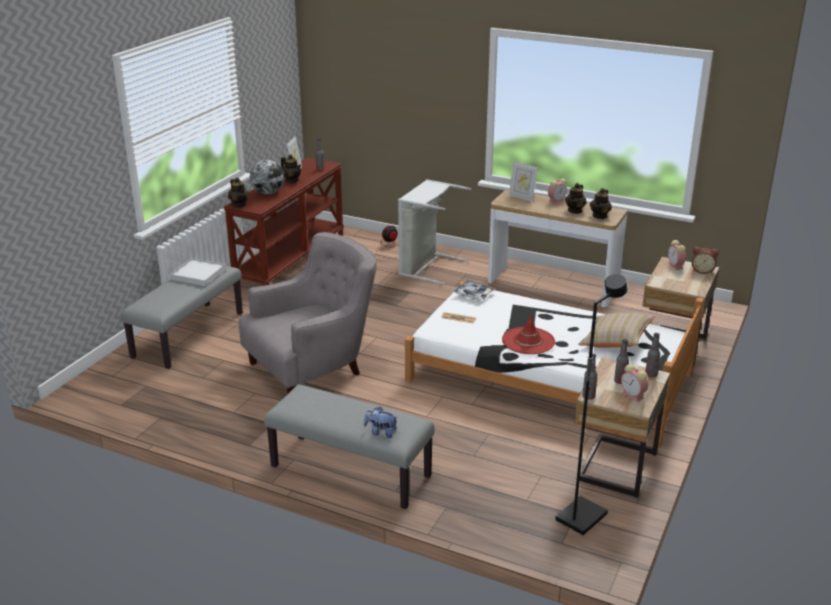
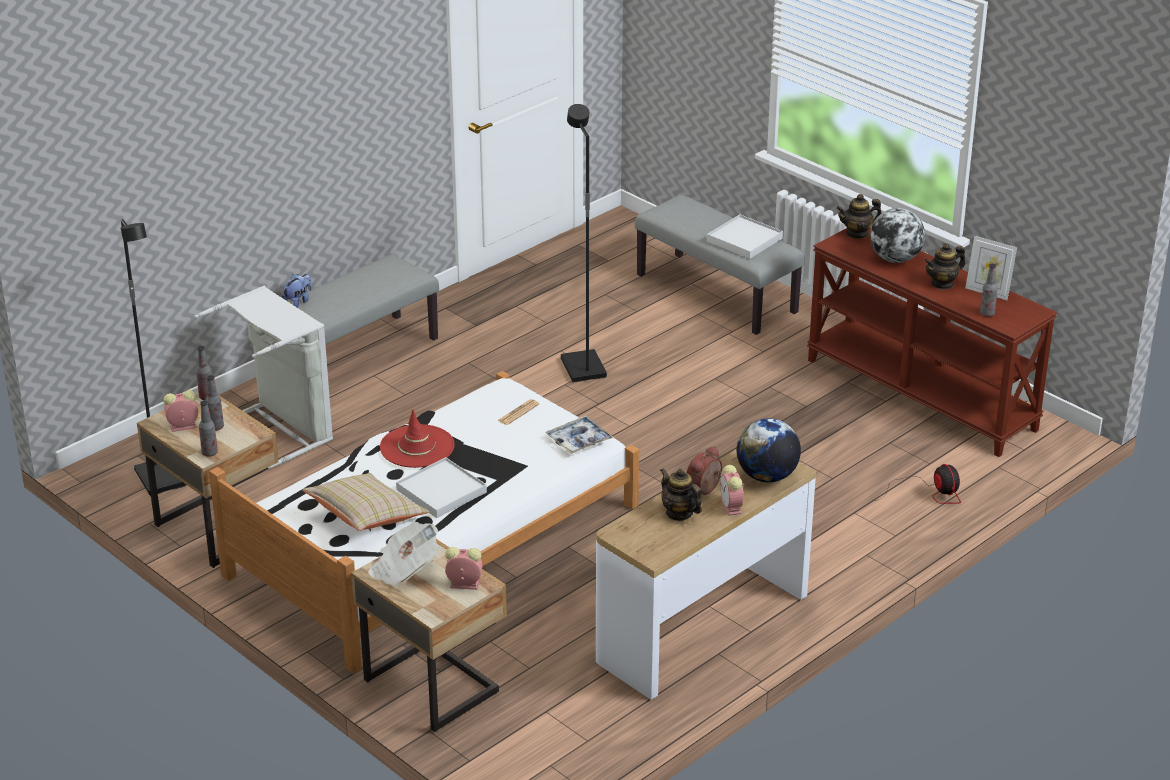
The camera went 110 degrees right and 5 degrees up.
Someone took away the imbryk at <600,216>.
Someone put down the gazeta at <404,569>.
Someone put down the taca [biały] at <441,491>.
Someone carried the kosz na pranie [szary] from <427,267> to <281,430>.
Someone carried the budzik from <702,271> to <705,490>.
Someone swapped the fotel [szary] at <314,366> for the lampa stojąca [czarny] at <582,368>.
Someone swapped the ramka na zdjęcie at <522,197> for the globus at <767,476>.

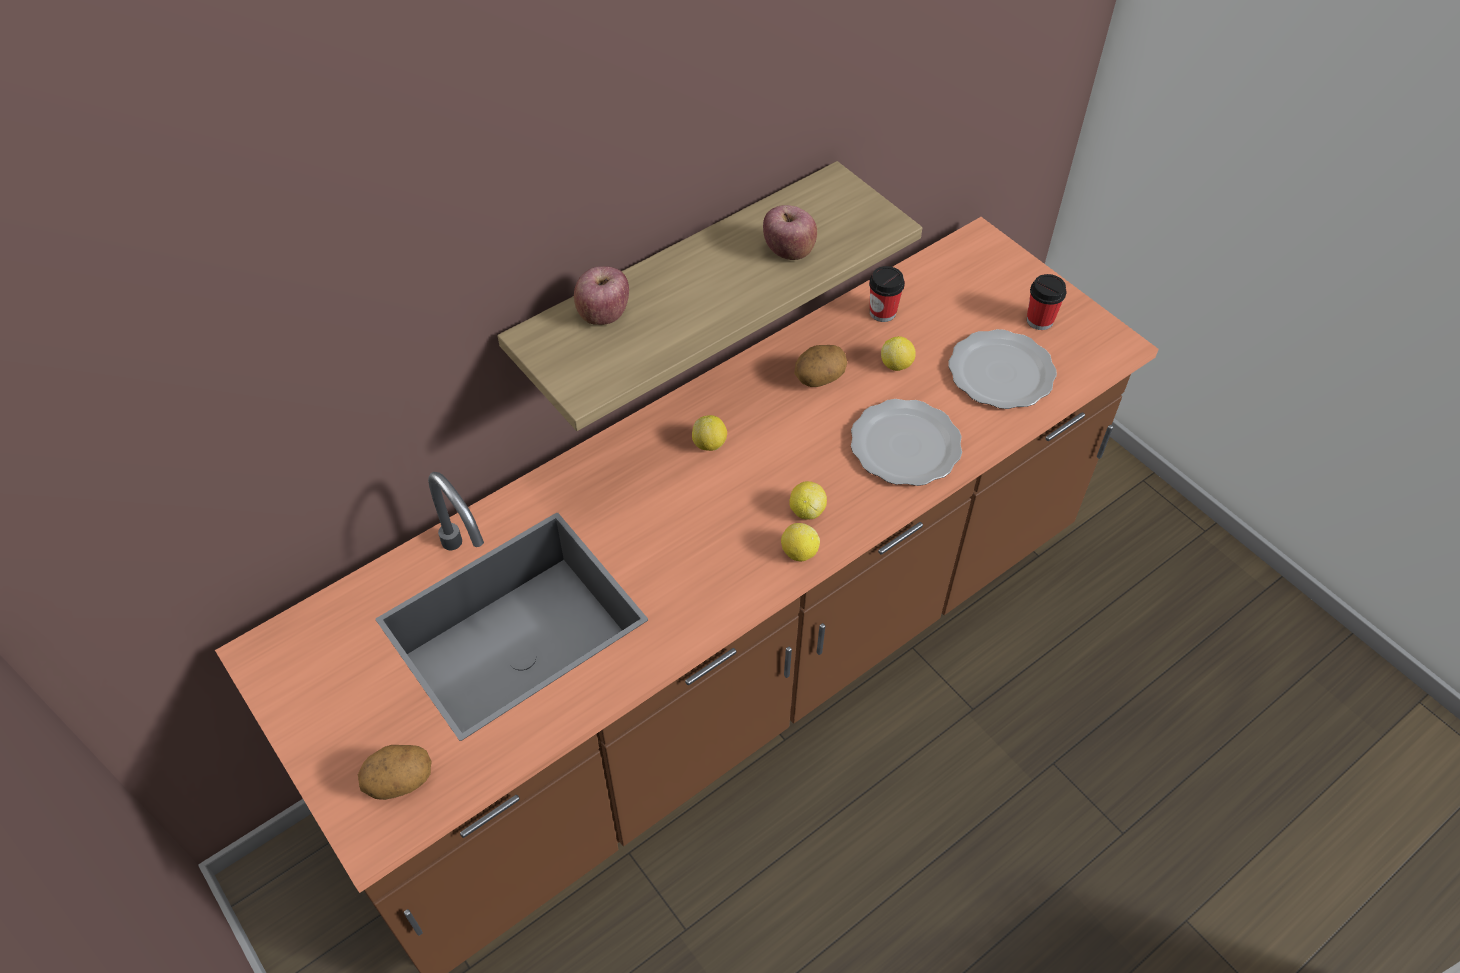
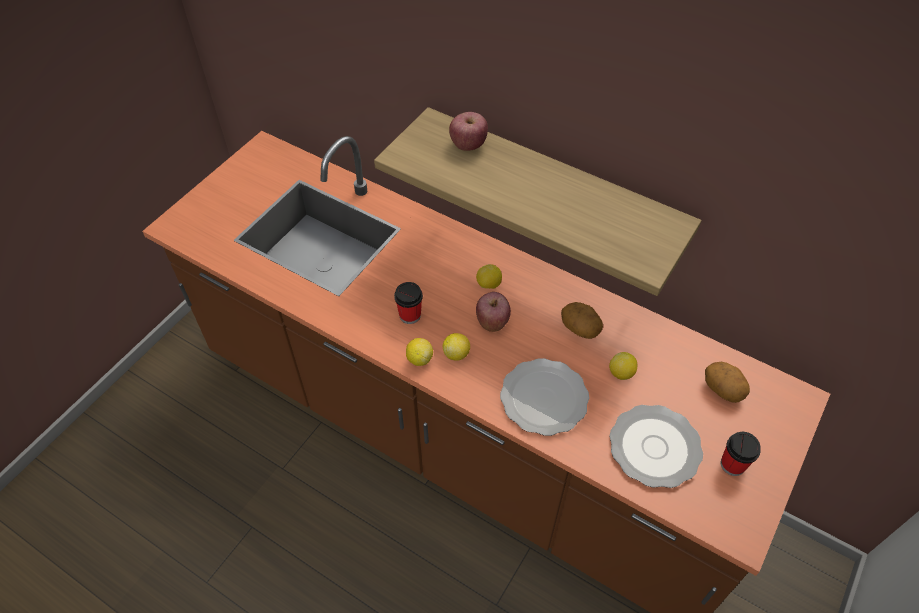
The camera went 70 degrees right and 0 degrees up.
Someone carried the ziemniak from <400,781> to <722,390>.
Someone carried the jabłko from <788,251> to <492,322>.
Someone carried the filiżanka from <882,312> to <410,315>.

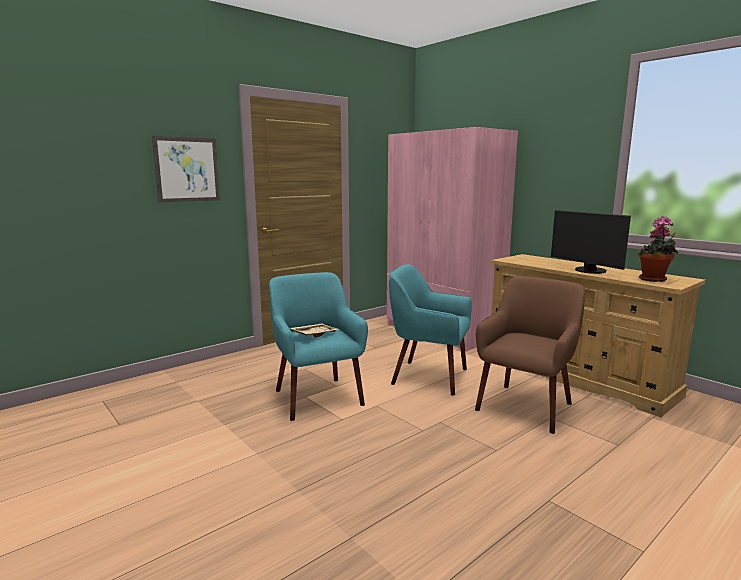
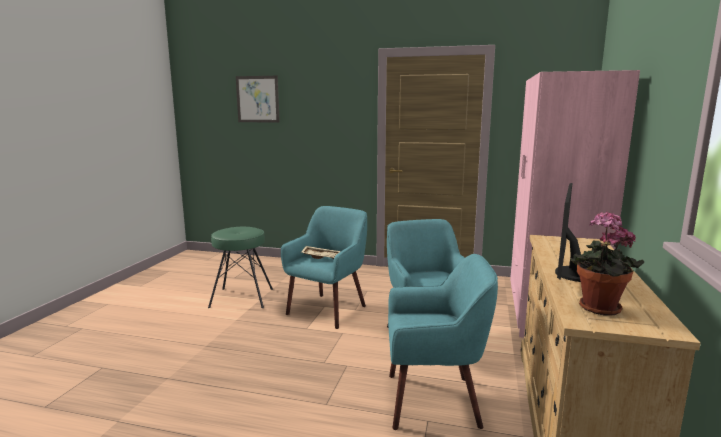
The camera went 55 degrees right and 0 degrees up.
Someone put down the stołek [zielony] at <242,298>.
Someone carried the obraz from <187,169> to <257,99>.
Someone repainted the fotel [brązowy] at <526,406>, which became the fotel [turkusowy] at <434,400>.

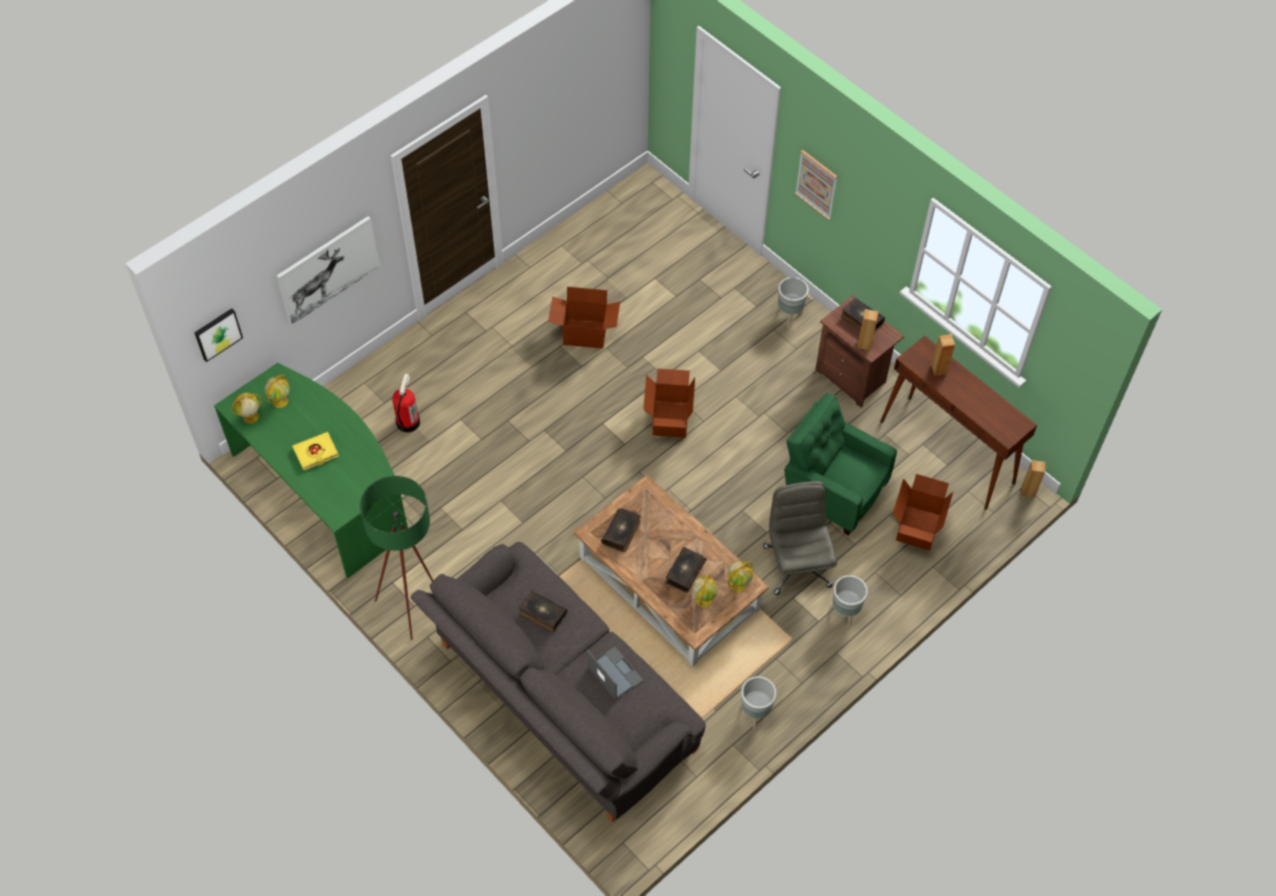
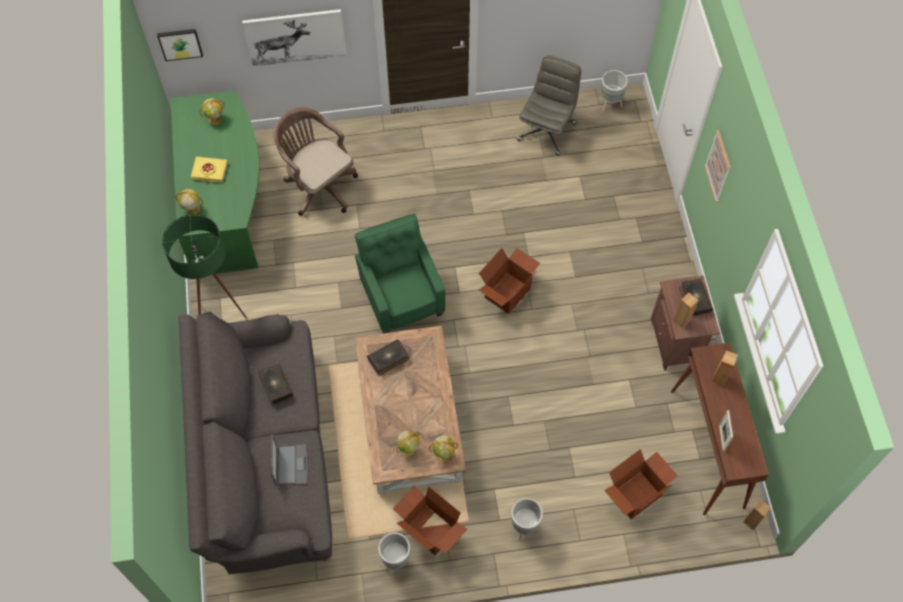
The camera went 35 degrees right and 5 degrees up.
Someone took away the książka at <684,572>.
Someone put down the ramka na zdjęcie at <721,438>.
Someone carried the globus from <250,417> to <192,209>.
Someone carried the karton from <585,334> to <430,531>.
Someone carried the krzesło biurowe [szary] from <796,565> to <546,130>.
Someone carried the donica [szary] from <789,316> to <610,104>.
Someone carried the fotel [zielony] from <832,491> to <401,296>.
Someone swapped the gaśnica at <407,422> for the krzesło biurowe [brązowy] at <318,186>.

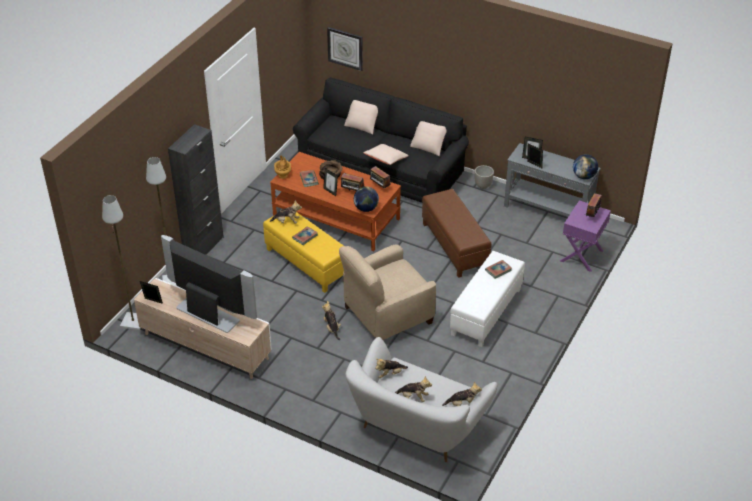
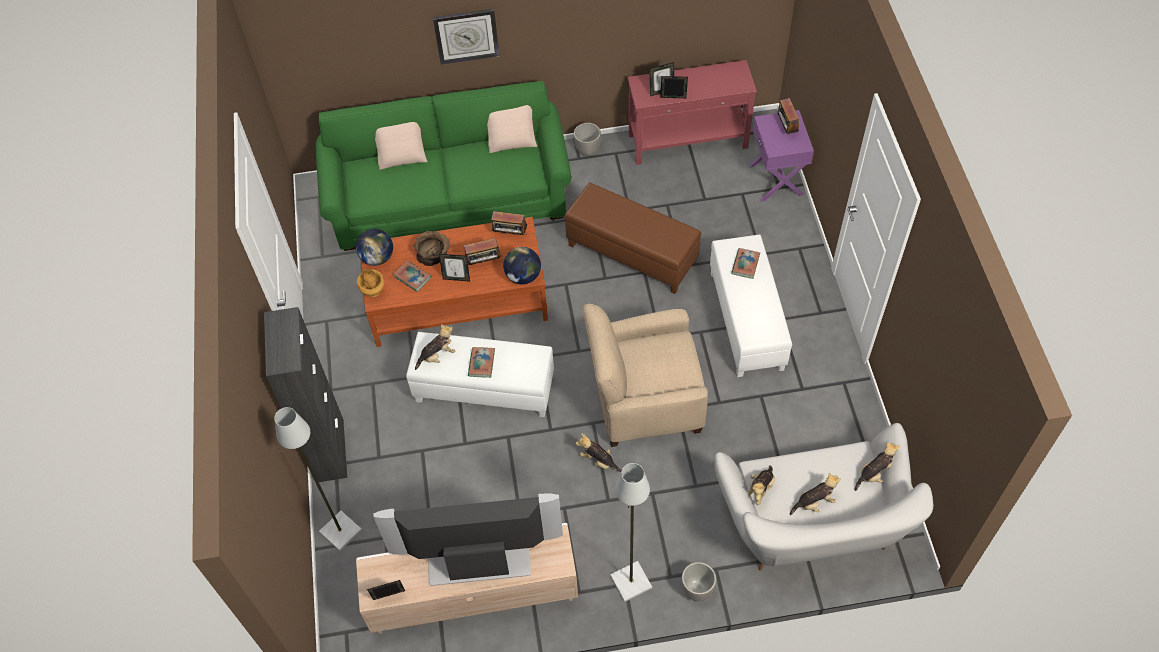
The camera went 35 degrees left and 15 degrees up.
Someone took away the poduszka [beżowy] at <386,159>.
Someone put down the donica at <697,590>.
Someone carried the lampa stojąca [szary] from <132,322> to <631,583>.
Someone carried the zegar ścienny from <345,48> to <466,35>.
Someone carried the globus from <584,176> to <377,258>.
Someone repainted the pufa [żółty] at <306,263>, which became the pufa [biały] at <484,389>.
Someone repainted the kanapa [czarny] at <381,169>, which became the kanapa [zielony] at <450,197>.
Someone repainted the stolik konsolowy [szary] at <548,211>, which became the stolik konsolowy [czerwony] at <688,141>.
Someone rotated the fotel [beżowy] at <387,315> by 60 degrees clockwise.

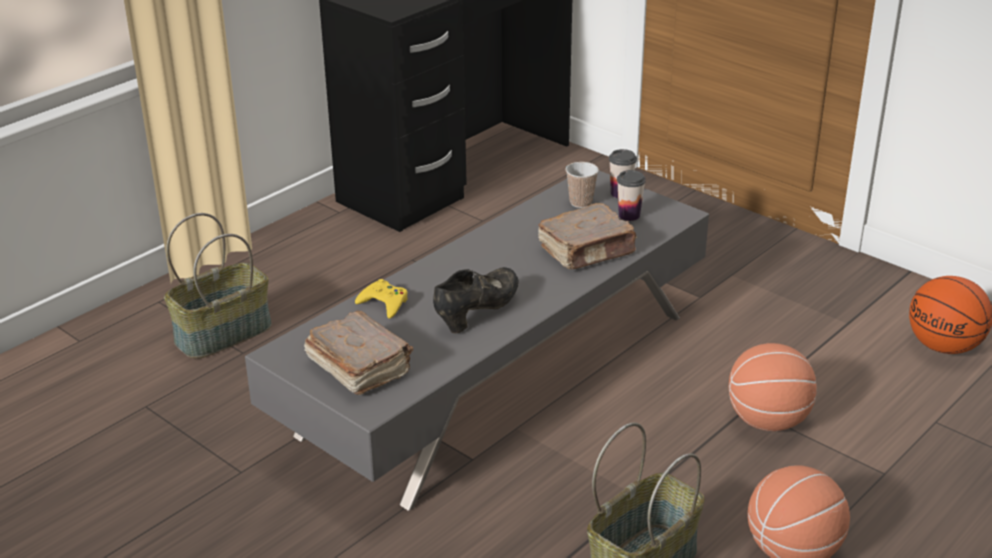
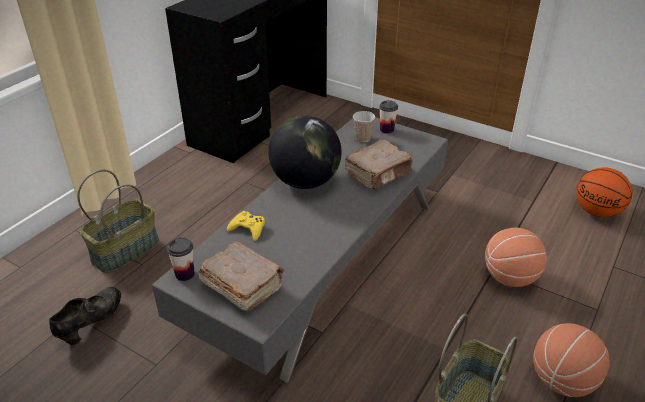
The camera went 10 degrees left and 5 degrees up.
Someone put down the globus at <305,182>.
Someone carried the but [czarny] from <477,313> to <92,323>.
Someone carried the filiżanka from <629,215> to <185,274>.

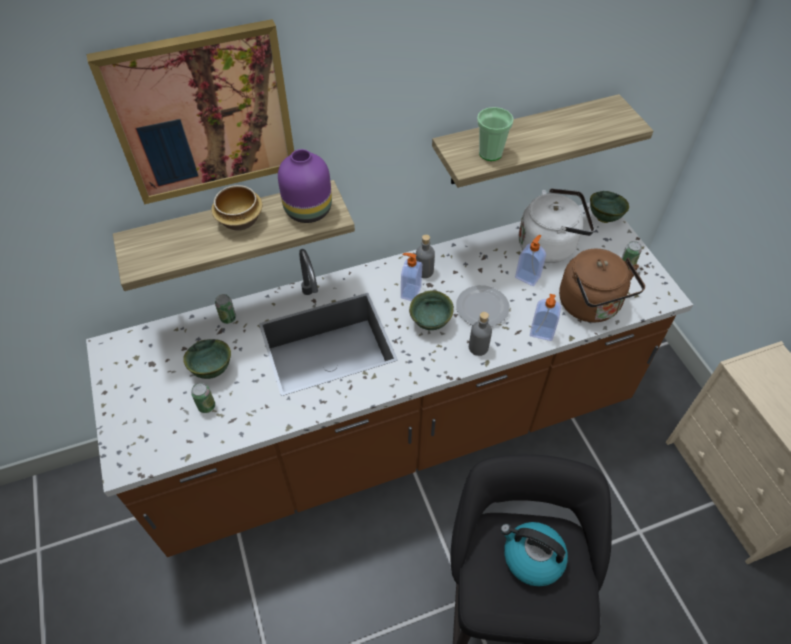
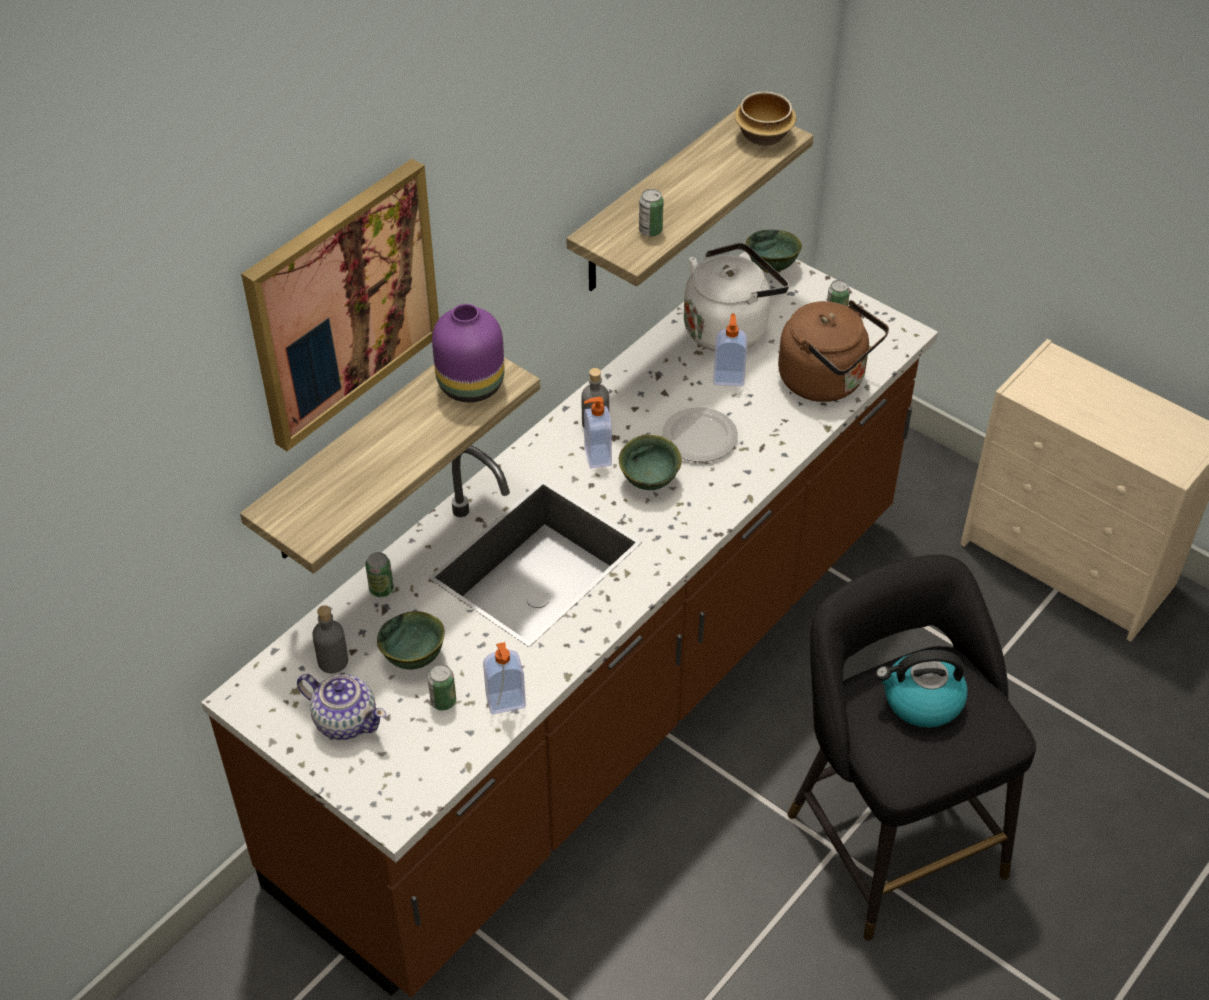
The camera went 30 degrees left and 5 degrees down.
Someone put down the imbryk at <345,720>.
Someone carried the miska from <241,220> to <764,135>.
Someone carried the butelka [szary] from <478,347> to <333,661>.
Someone carried the dozownik mydła from <541,333> to <506,702>.
Someone swapped the filiżanka at <490,153> for the puszka at <650,231>.

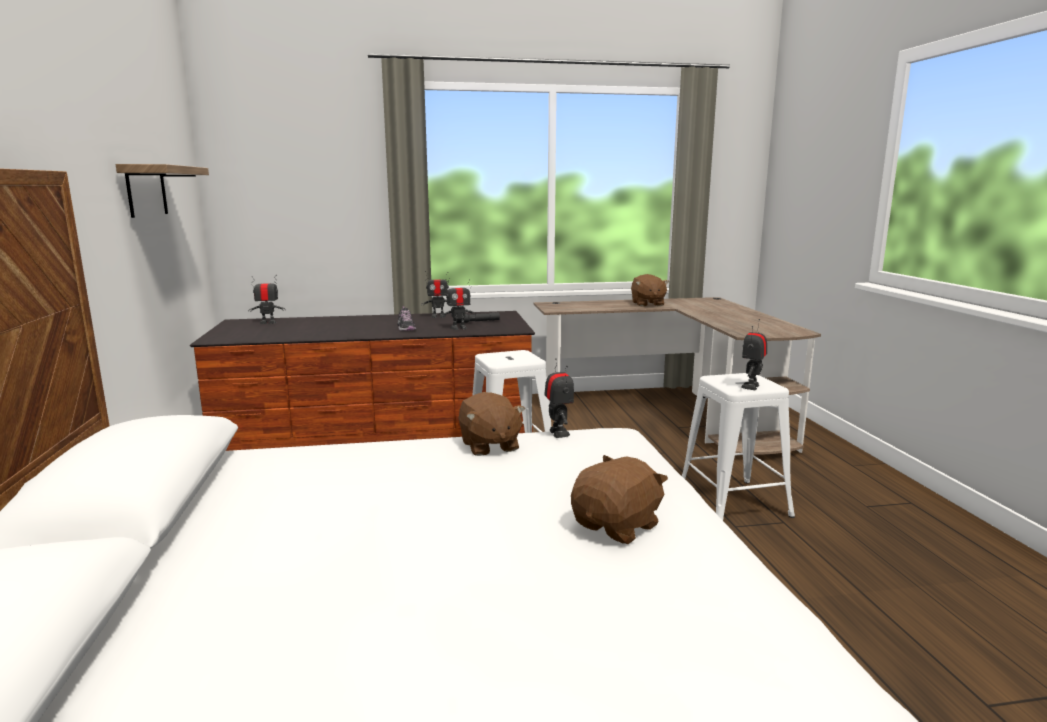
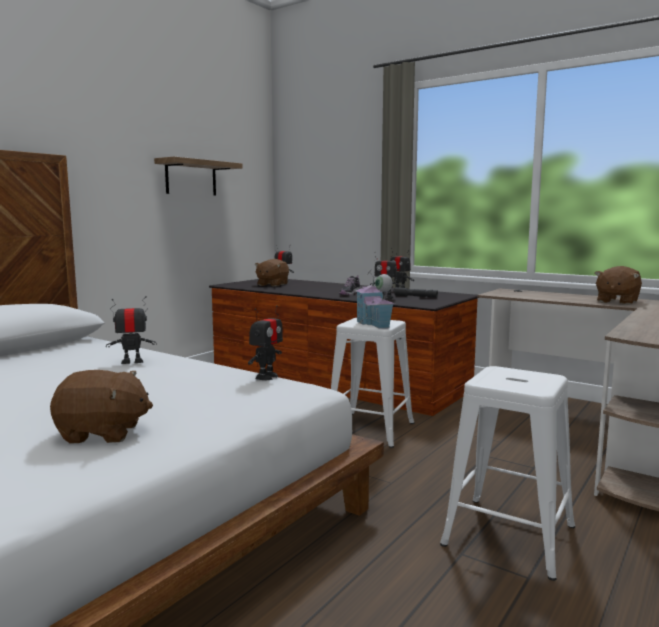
The camera went 45 degrees right and 5 degrees down.
Someone put down the domek at <374,324>.
Someone carried the pluszak [brązowy] from <489,446> to <272,284>.
Someone carried the robot zabawkowy from <751,387> to <132,362>.

